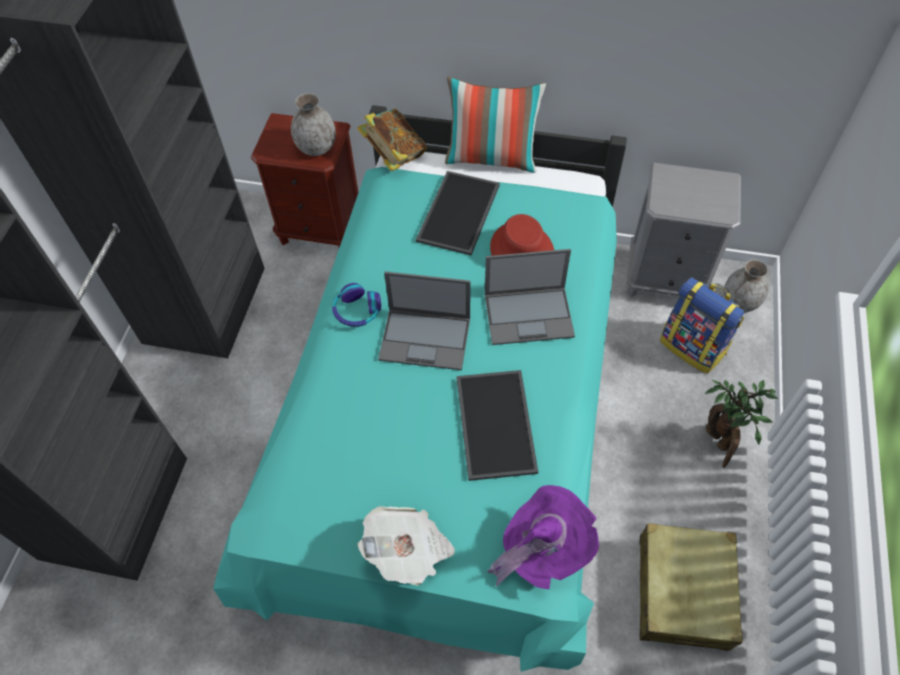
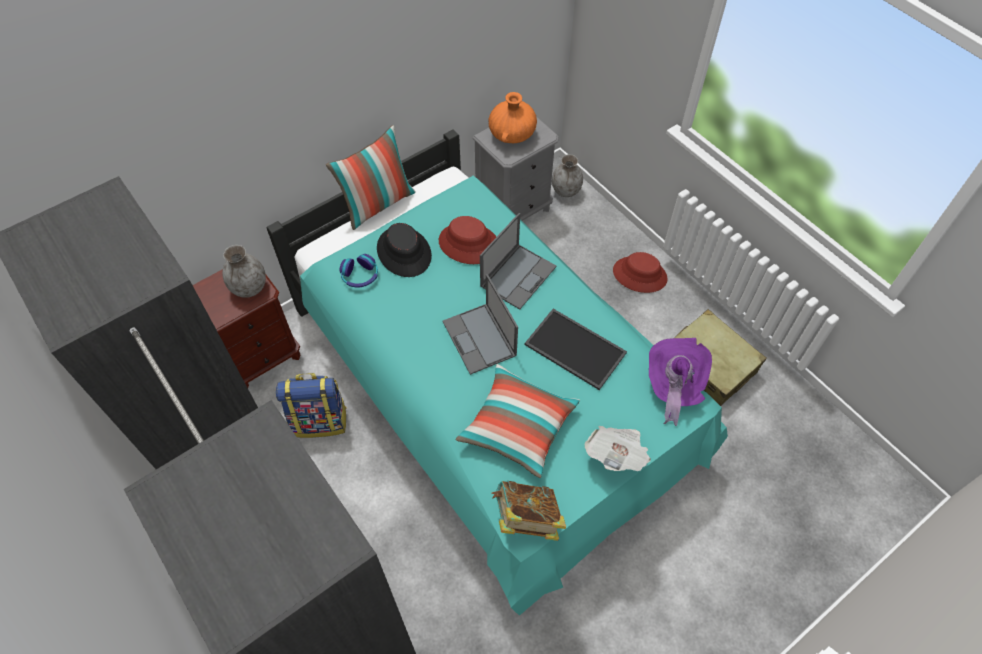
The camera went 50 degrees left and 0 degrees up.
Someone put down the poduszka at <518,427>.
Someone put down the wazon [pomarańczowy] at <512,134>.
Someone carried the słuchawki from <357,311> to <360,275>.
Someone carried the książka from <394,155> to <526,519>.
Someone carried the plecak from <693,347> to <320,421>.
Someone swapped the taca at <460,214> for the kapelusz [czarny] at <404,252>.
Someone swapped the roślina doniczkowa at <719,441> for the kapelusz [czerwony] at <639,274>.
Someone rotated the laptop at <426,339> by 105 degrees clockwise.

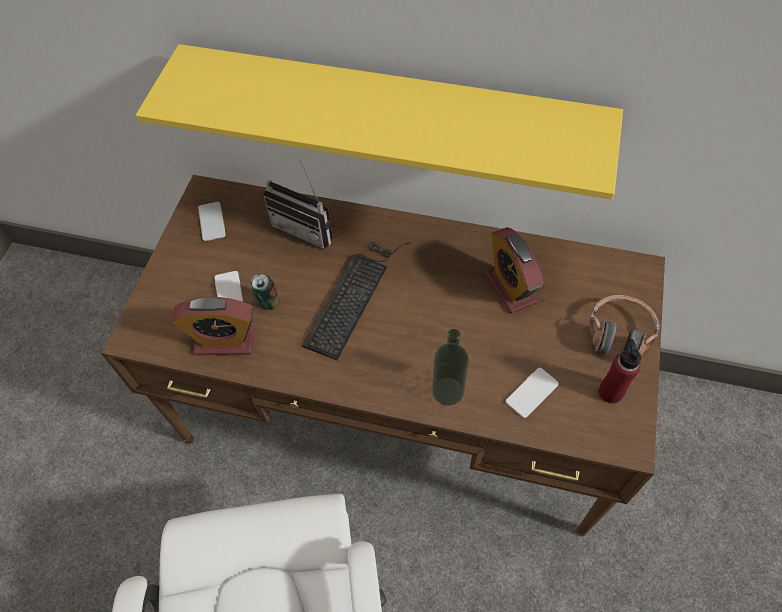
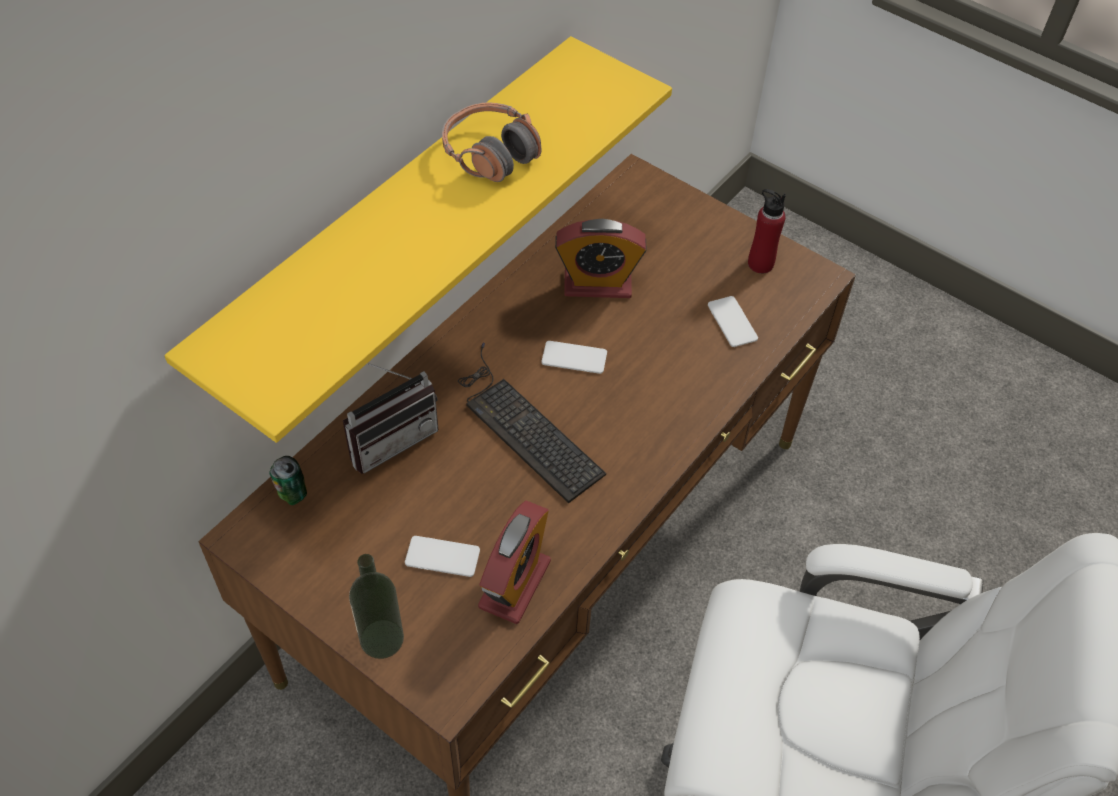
The camera went 70 degrees left and 5 degrees down.
Someone carried the telefon from <212,222> to <574,358>.
Someone carried the puszka from <267,302> to <292,495>.
Someone carried the butelka from <447,391> to <381,639>.
Someone carried the słuchawki from <619,334> to <490,153>.

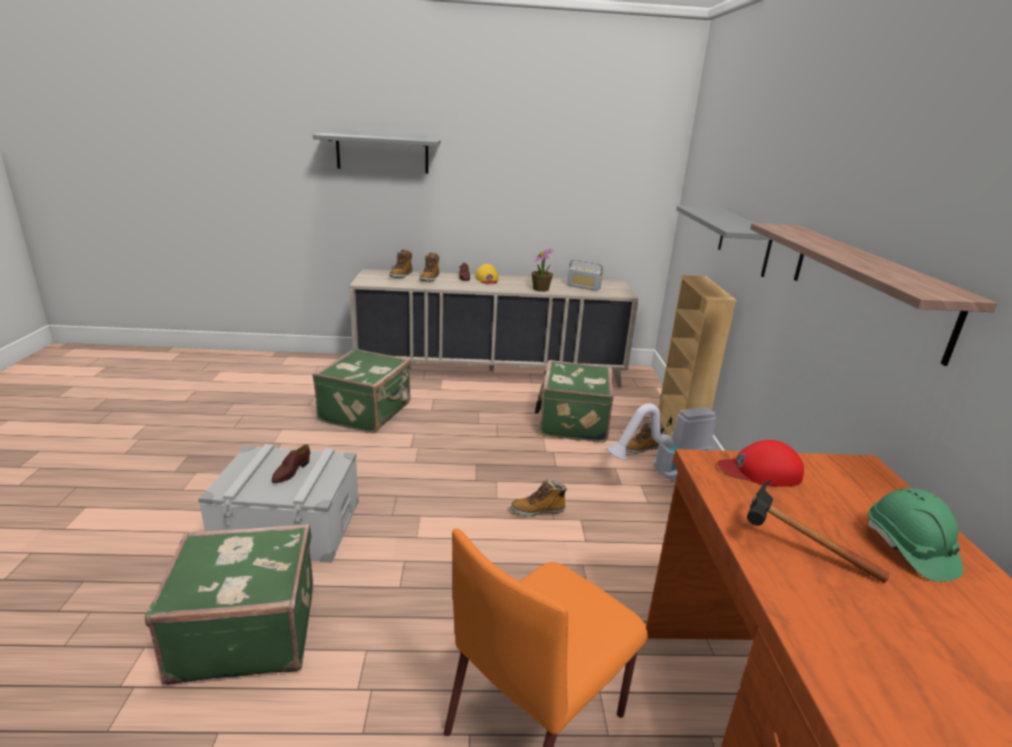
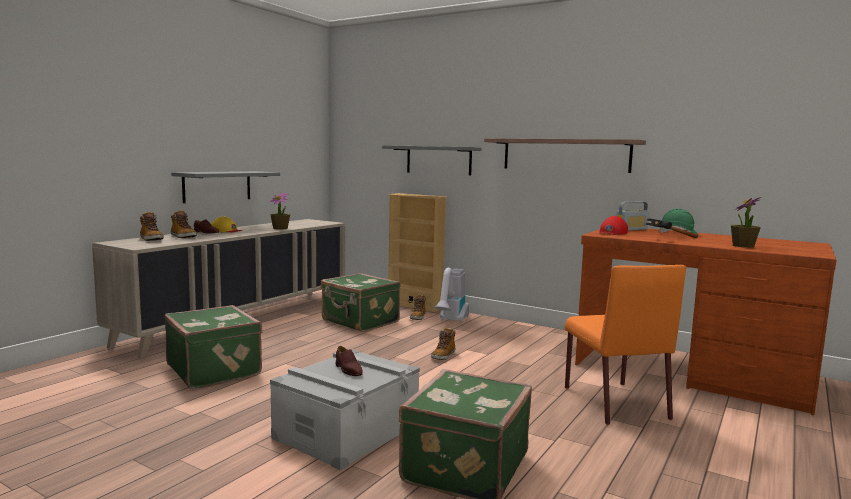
The camera went 55 degrees left and 15 degrees down.
Someone put down the roślina doniczkowa at <743,246>.
Someone carried the półka [szary] from <382,153> to <217,186>.
Someone carried the radio from <583,287> to <631,229>.

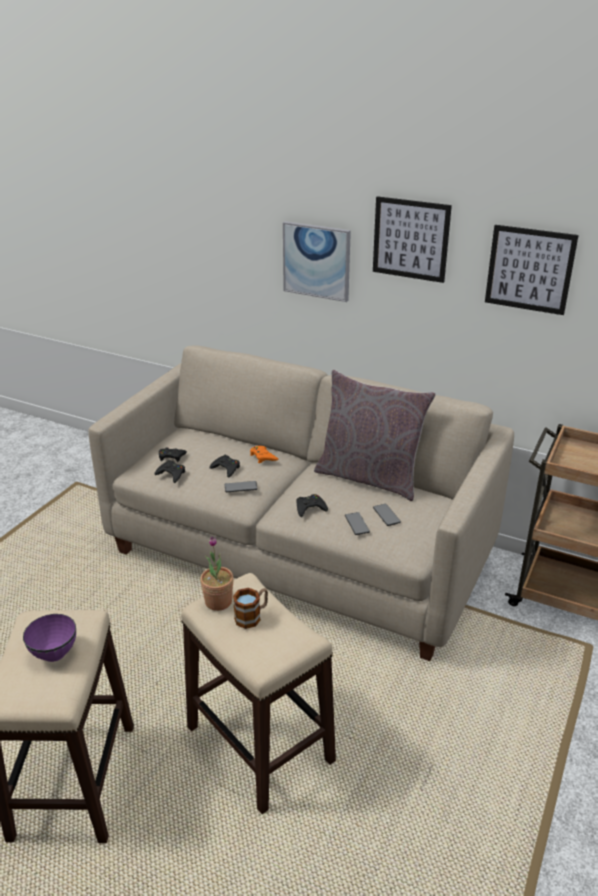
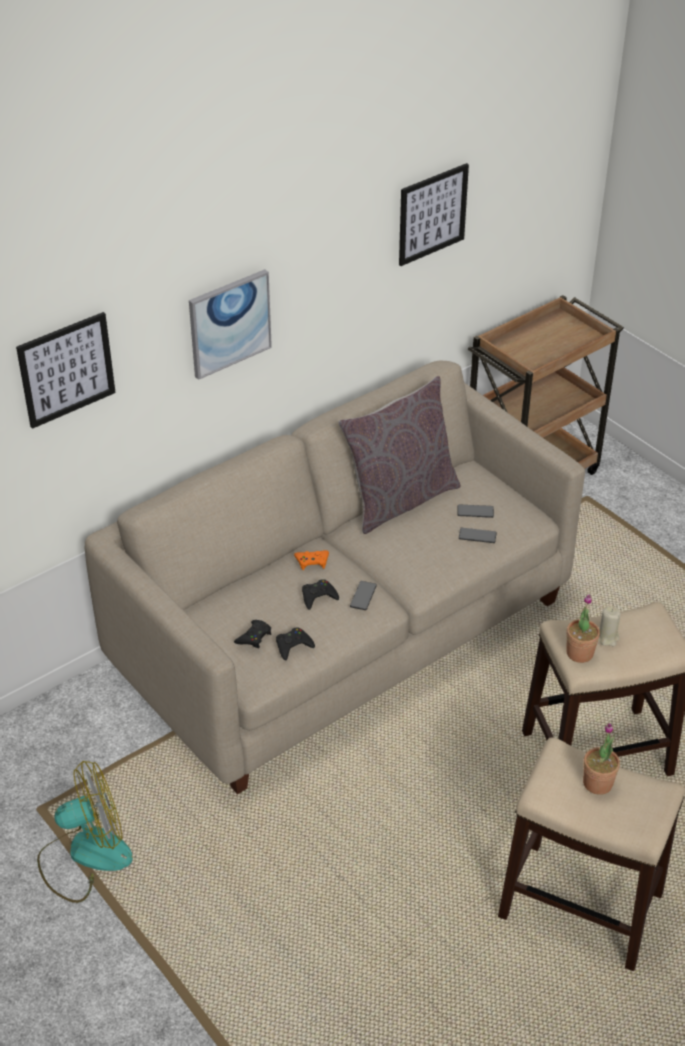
The camera went 65 degrees left and 10 degrees up.
Someone took away the pad do gier [czarny] at <310,508>.
Someone put down the wentylator at <85,855>.
Someone carried the obraz from <411,239> to <66,369>.
Someone swapped the miska [fioletowy] at <55,652> for the roślina doniczkowa at <597,783>.
Someone swapped the kubek at <252,616> for the świeca [beżowy] at <607,638>.

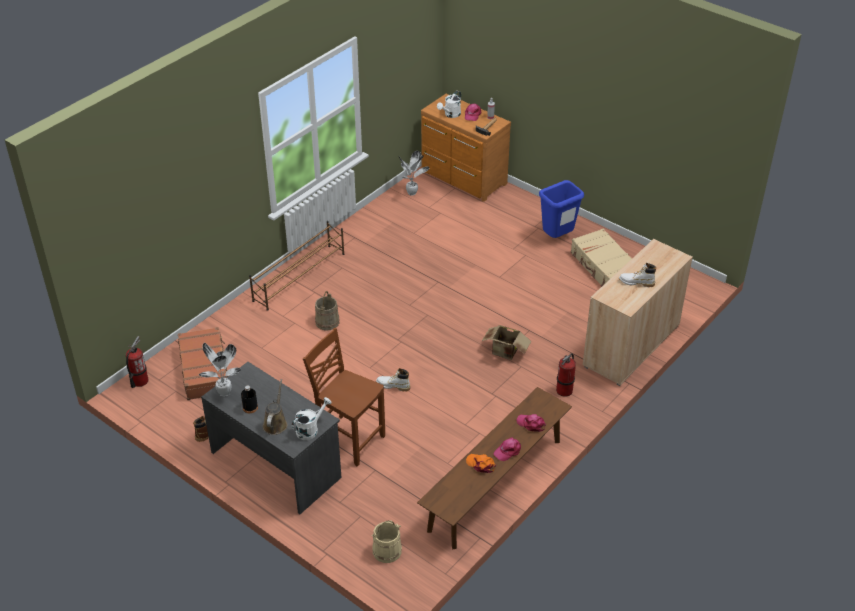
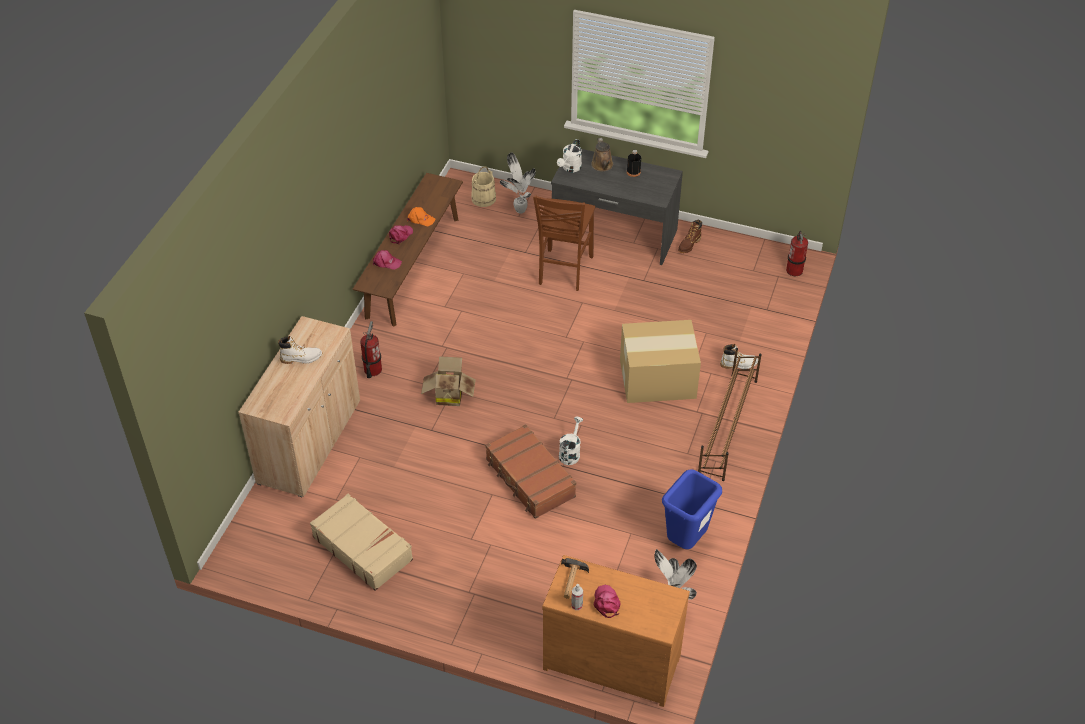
The camera went 160 degrees right and 5 degrees up.
Someone carried the walizka [brązowy] from <205,370> to <529,479>.
Someone carried the roślina doniczkowa from <224,393> to <520,209>.
Someone carried the but z cholewką [biały] from <393,386> to <739,364>.
Someone carried the konewka [biały] from <450,115> to <570,452>.
Someone carried the kosz na śmieci [niebieski] from <557,238> to <686,541>.
Someone swapped the wiadro [beżowy] at <327,322> for the karton at <658,379>.
Someone rotated the krzesło [brązowy] at <349,439> by 90 degrees clockwise.

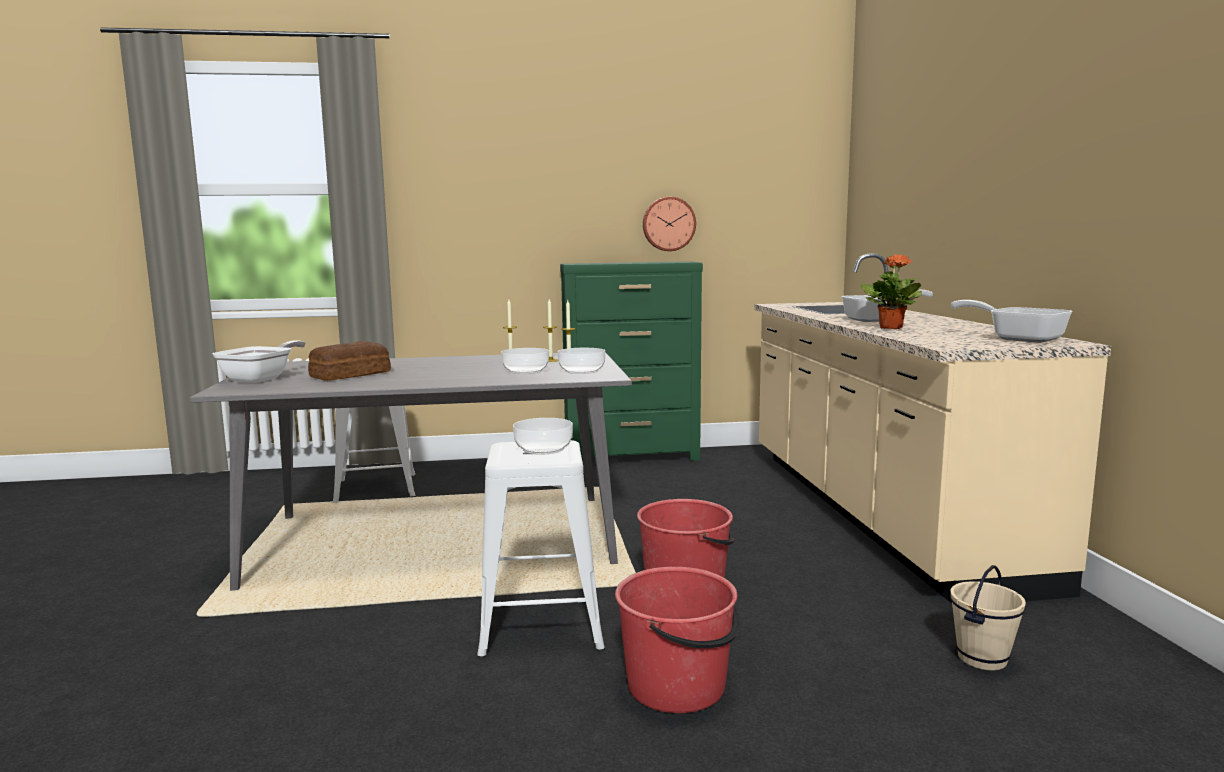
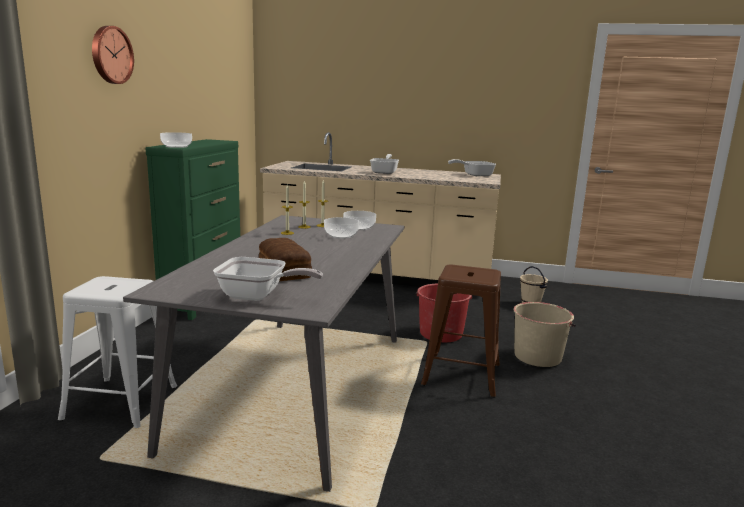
The camera went 70 degrees left and 5 degrees up.
Someone took away the roślina doniczkowa at <891,328>.
Someone carried the miska from <543,449> to <177,146>.
Someone carried the zegar ścienny from <668,224> to <110,55>.
Someone repainted the stołek [biały] at <541,624>, which became the stołek [brązowy] at <461,375>.
Someone repainted the wiadro [czerwony] at <678,686>, which became the wiadro [beżowy] at <538,356>.
Someone rotated the patelnia at <262,379> by 150 degrees clockwise.

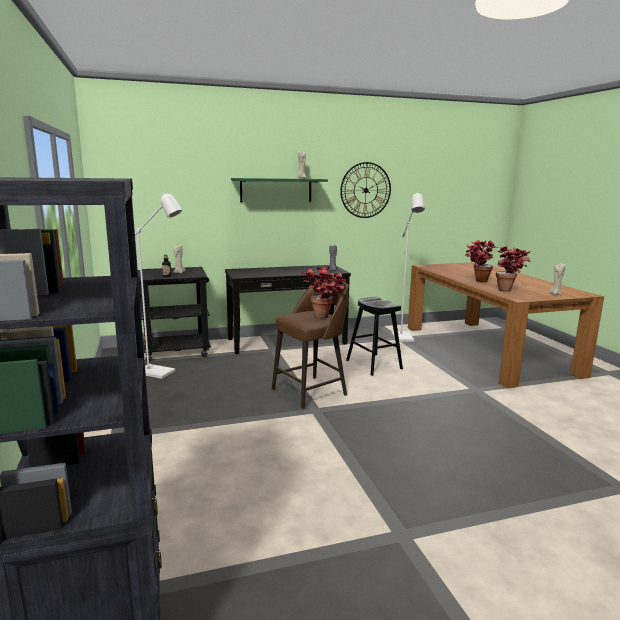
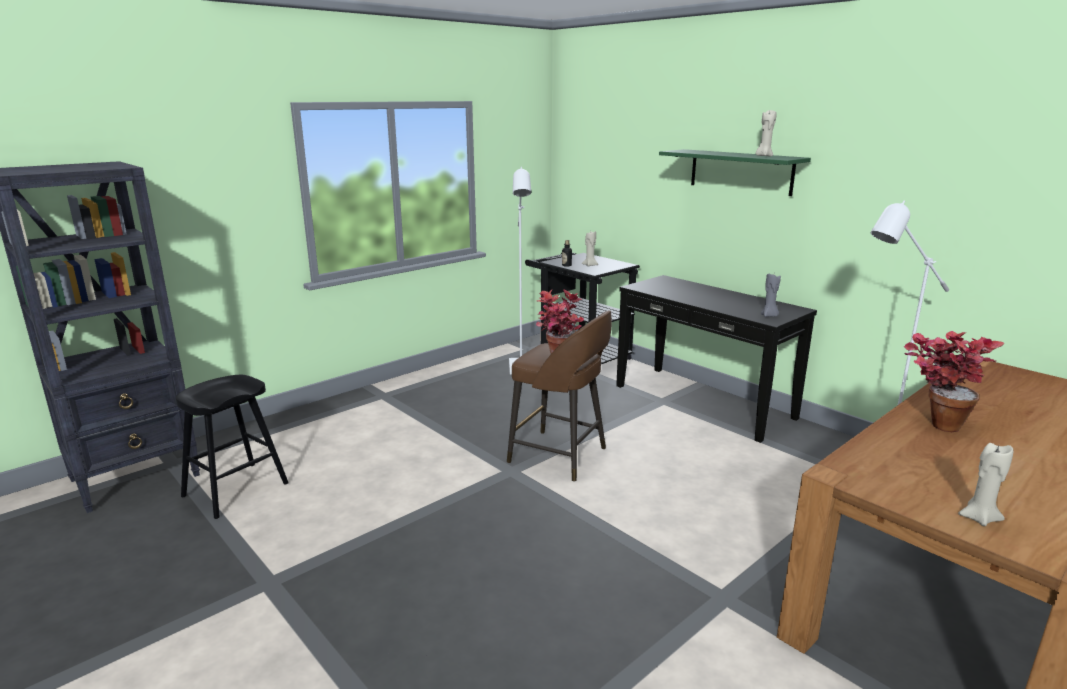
The camera went 65 degrees right and 5 degrees up.
Someone took away the zegar ścienny at <365,190>.
Someone took away the roślina doniczkowa at <509,290>.
Someone carried the stołek [czarny] from <374,364> to <235,490>.

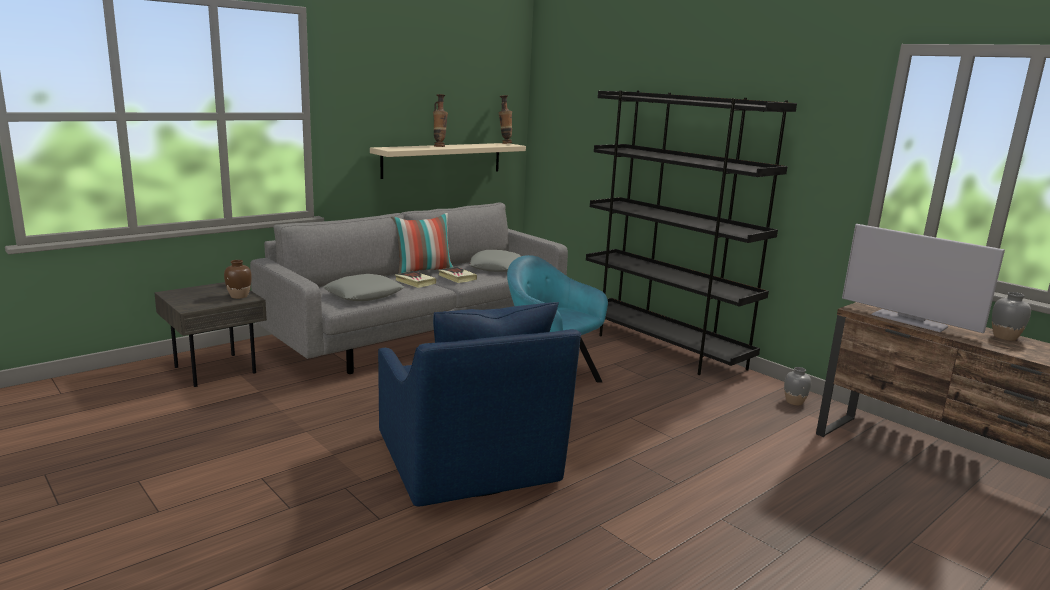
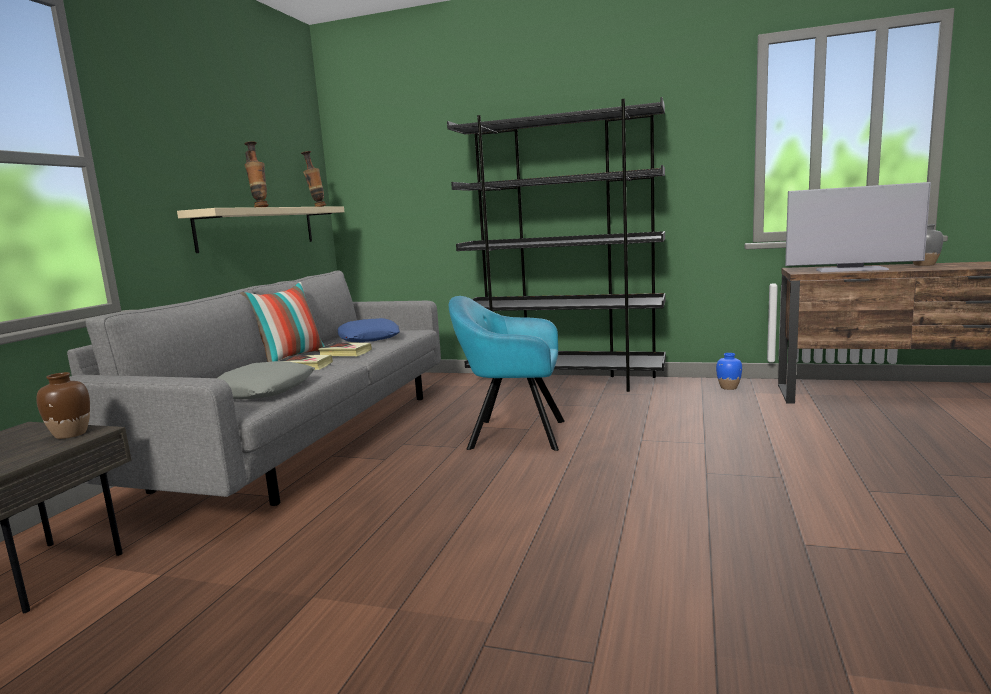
The camera went 30 degrees left and 5 degrees down.
Someone took away the fotel [niebieski] at <468,463>.
Someone repainted the poduszka [szary] at <496,267>, which became the poduszka [niebieski] at <369,338>.
Someone repainted the wazon [szary] at <794,402>, which became the wazon [niebieski] at <728,387>.

